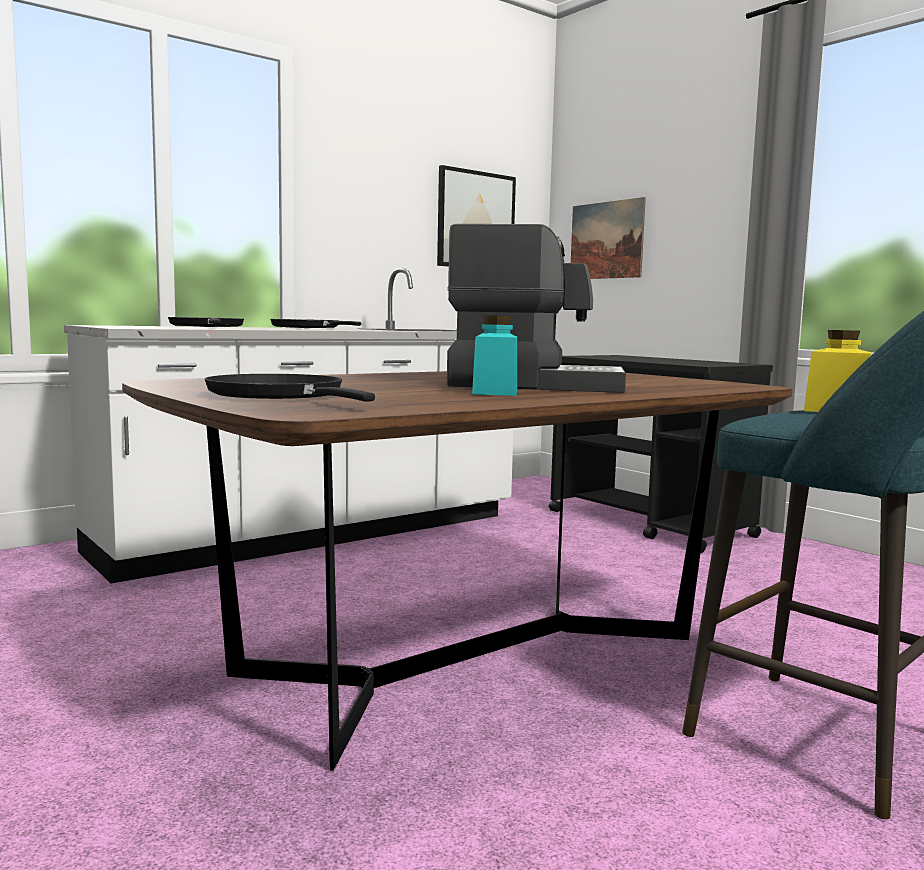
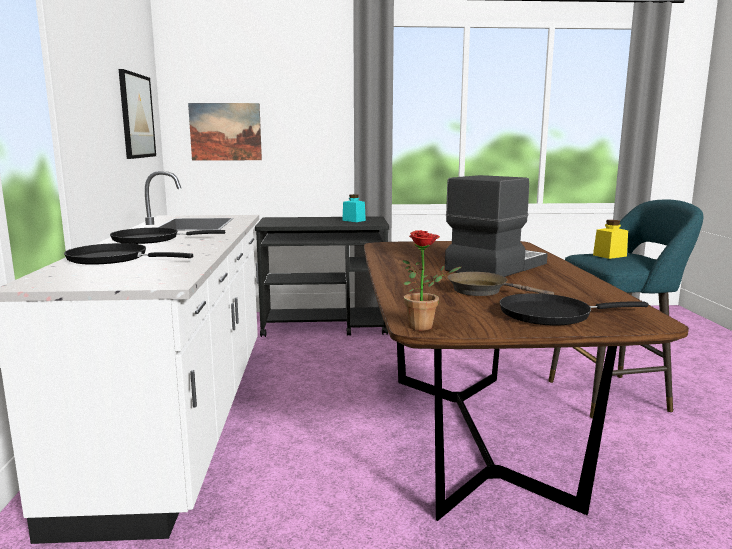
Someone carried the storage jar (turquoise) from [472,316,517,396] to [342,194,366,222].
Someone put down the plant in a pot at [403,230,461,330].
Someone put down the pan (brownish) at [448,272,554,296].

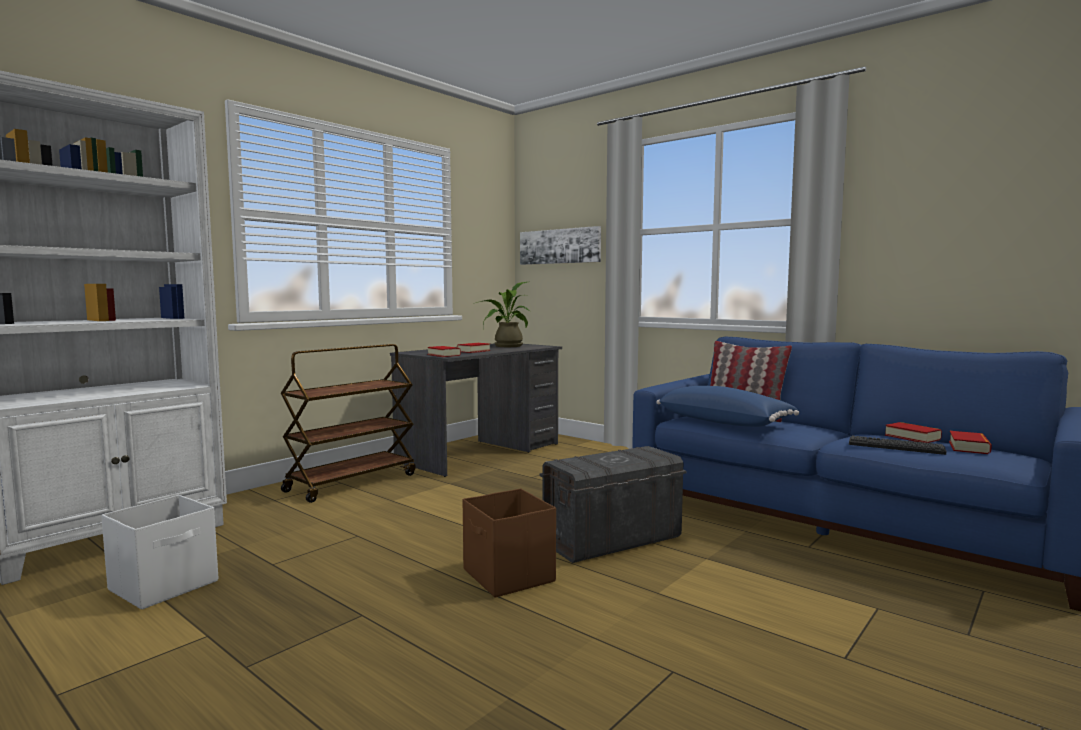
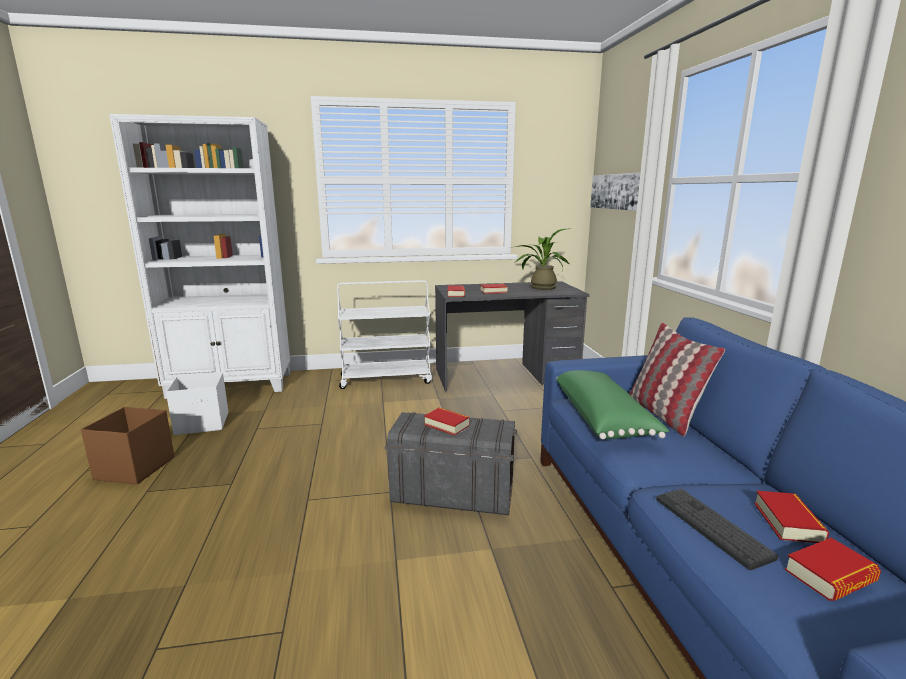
Someone repainted the wheeled cart (brownish) at [281,344,416,503], which became the wheeled cart (white-coloured) at [337,280,432,389].
Someone carried the storage bin (brownish) from [463,488,556,598] to [81,407,174,485].
Someone repainted the pillow (bluish) at [656,386,799,427], which became the pillow (greenish) at [556,370,670,439].
Someone put down the bound book at [424,408,470,436].

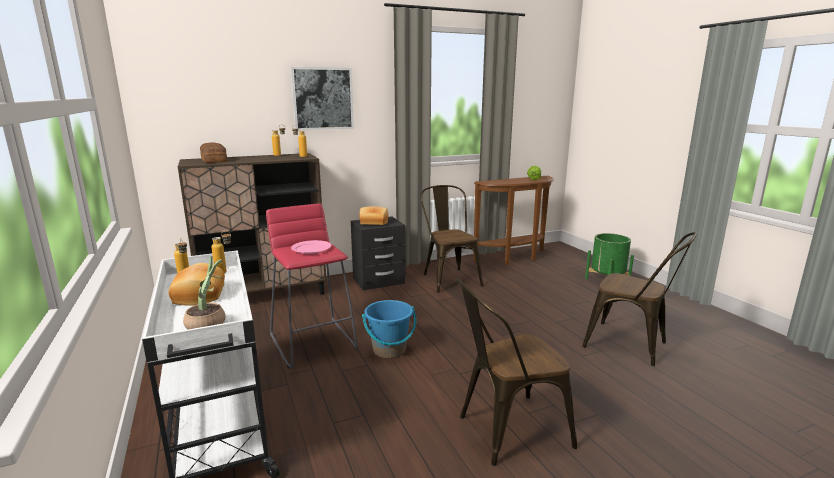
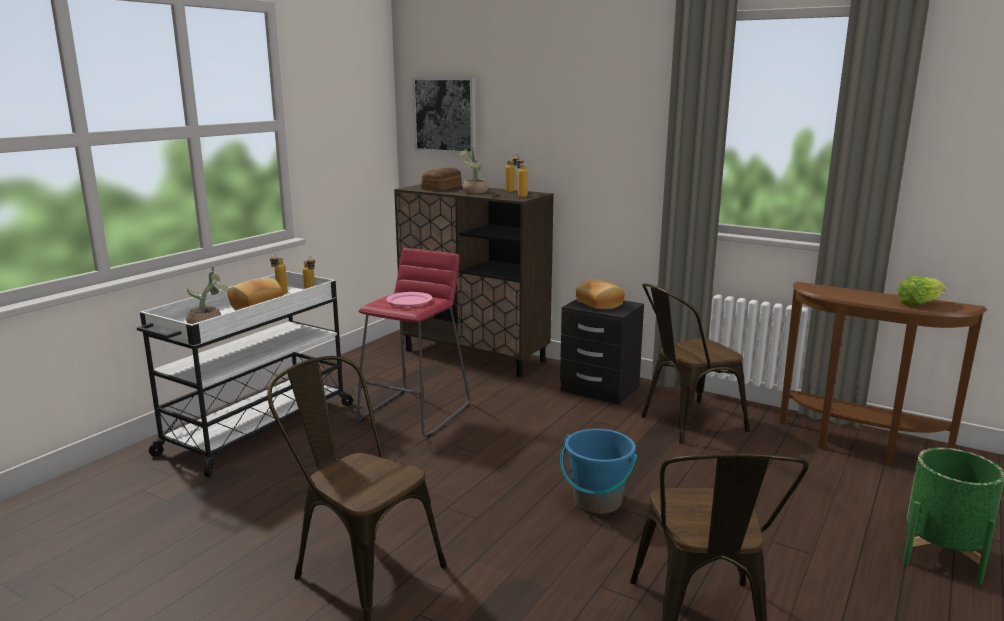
Someone carried the picture from [291,67,354,130] to [412,77,476,154].
Someone carried the pail (bluish) from [362,300,416,358] to [560,429,637,514].
Someone rotated the plain chair (brownish) at [420,185,483,293] by 150 degrees counterclockwise.
Someone put down the plant in a pot at [460,147,489,193].

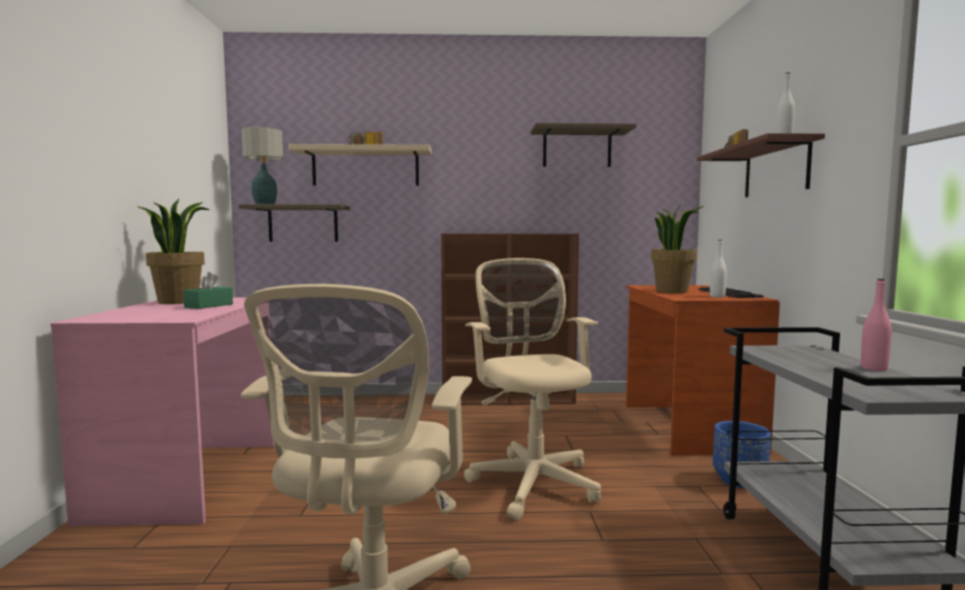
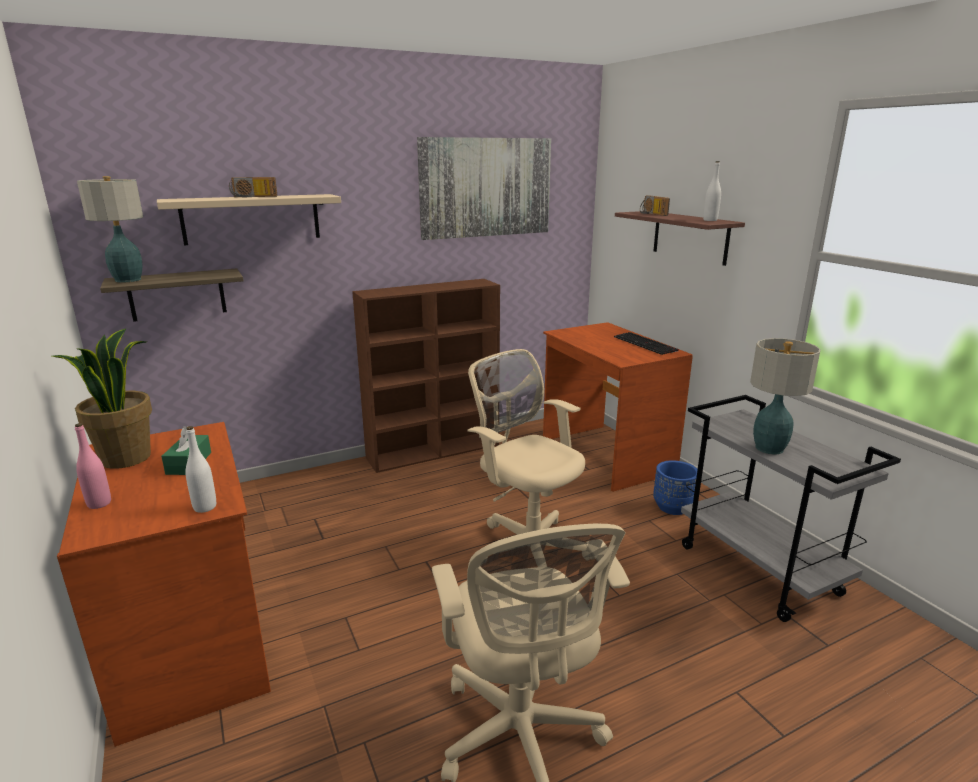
Someone repainted the desk table (pinkish) at [50,297,275,526], which became the desk table (brownish) at [57,422,271,747].
Someone swapped the bracket shelf at [530,123,636,167] for the picture at [417,137,551,240].
Someone took away the plant in a pot at [651,204,704,293].
Someone carried the beverage bottle (white-coloured) from [710,240,727,298] to [185,426,216,513].
Someone carried the beverage bottle (pinkish) from [861,279,892,371] to [75,423,111,509].
Someone put down the lamp for a table at [750,338,821,455].

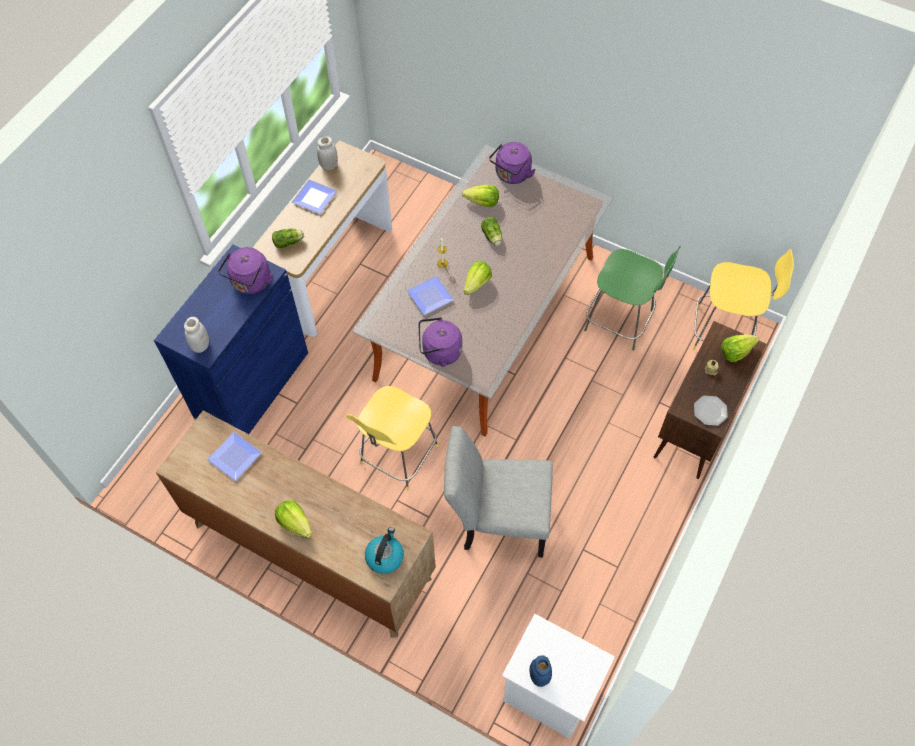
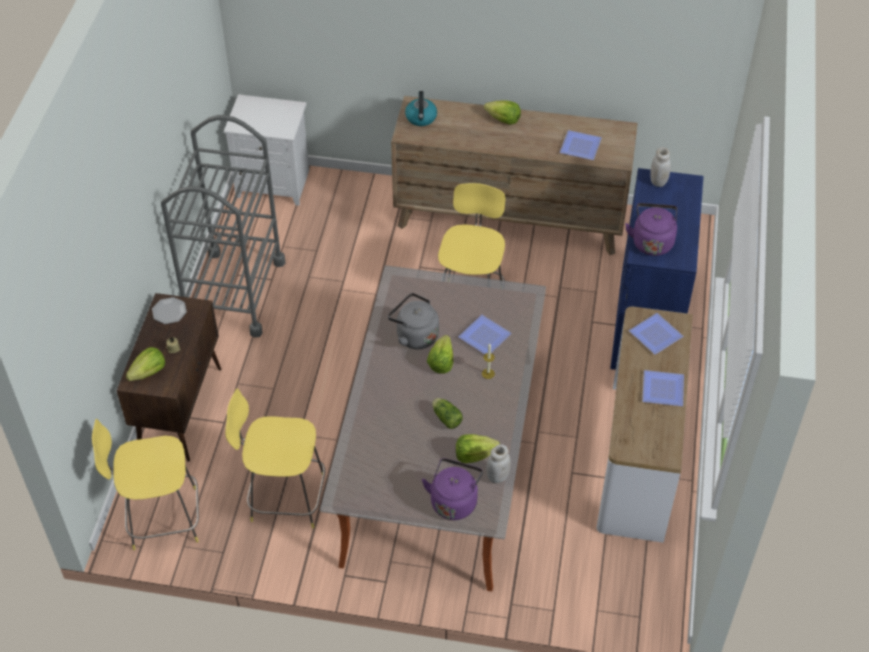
Someone swapped the lettuce at [272,228,304,248] for the plate at [629,313,683,355].
Someone carried the storage jar (white-coloured) from [317,137,338,170] to [486,444,511,483].
Someone took away the tea kettle (purple) at [419,317,462,367].
Someone took away the plain chair (grey) at [444,426,553,558].
Someone took away the storage jar (bluish) at [529,655,552,687].
Someone repainted the sitting stool (greenish) at [584,246,681,351], which became the sitting stool (yellowish) at [225,388,325,529].
Someone put down the wheeled cart (grey) at [161,115,286,337].
Someone put down the tea kettle (grey) at [388,293,439,349].

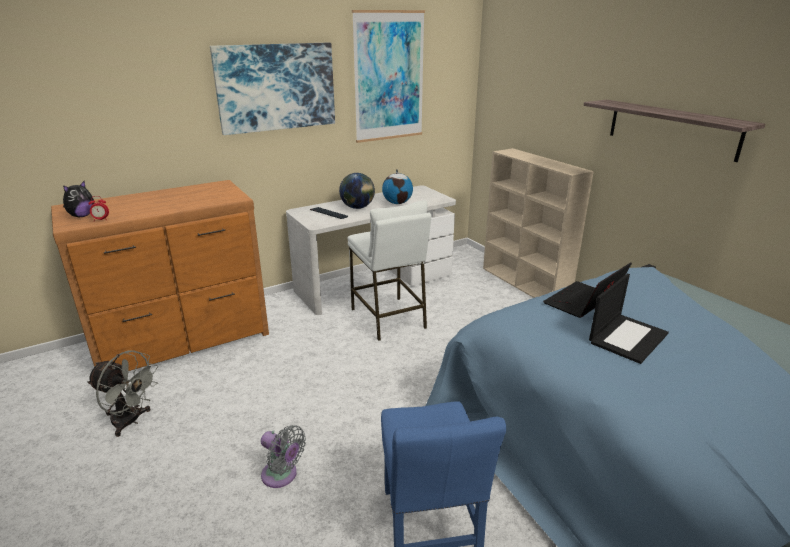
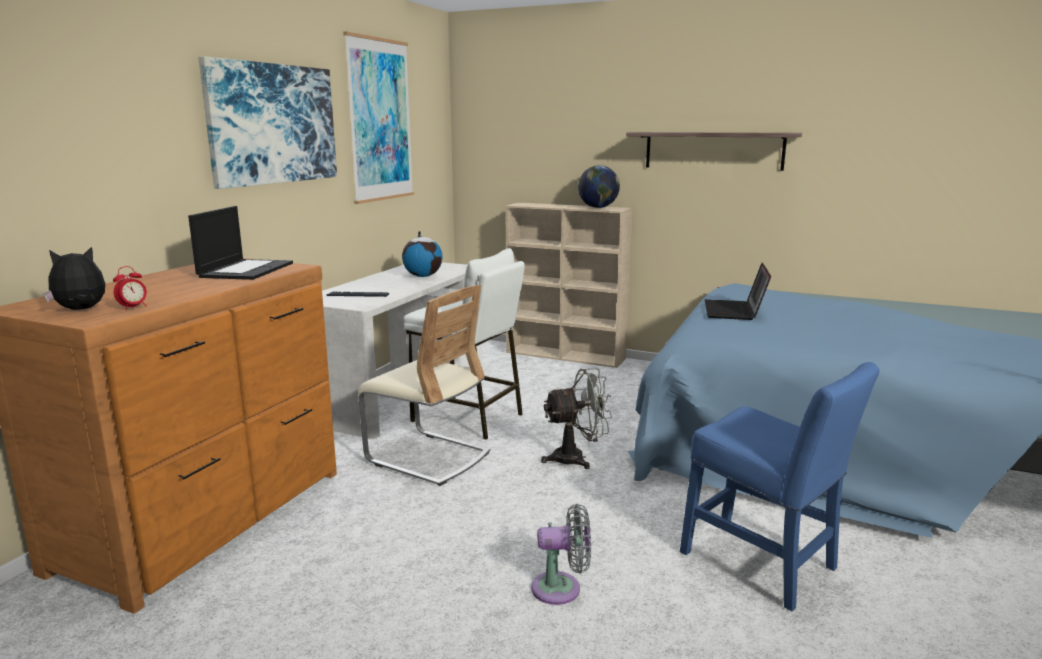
Someone rotated the cuddly toy at [63,181,94,217] by 120 degrees counterclockwise.
Someone carried the fan (grey) from [87,350,158,437] to [541,368,612,469].
Someone carried the desk globe from [339,173,375,209] to [578,165,620,208].
Someone carried the laptop from [589,274,669,364] to [188,206,293,280].
Someone put down the plain chair (beige-coloured) at [357,285,490,486].

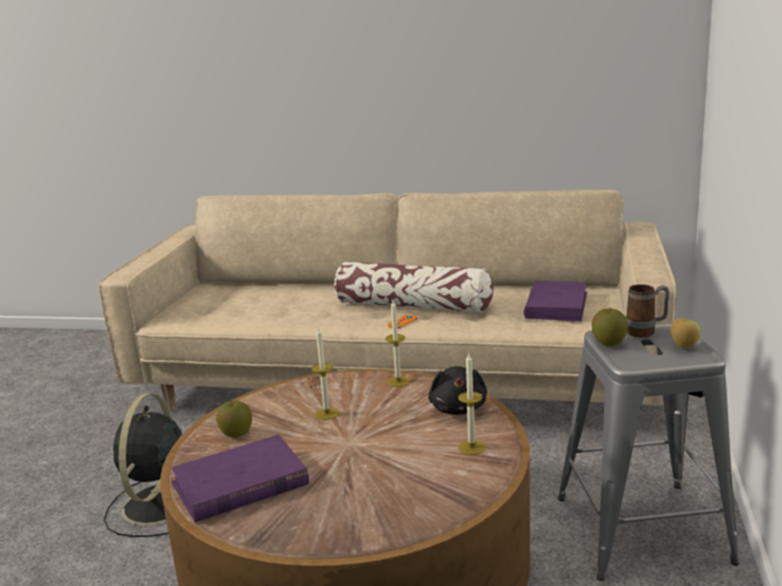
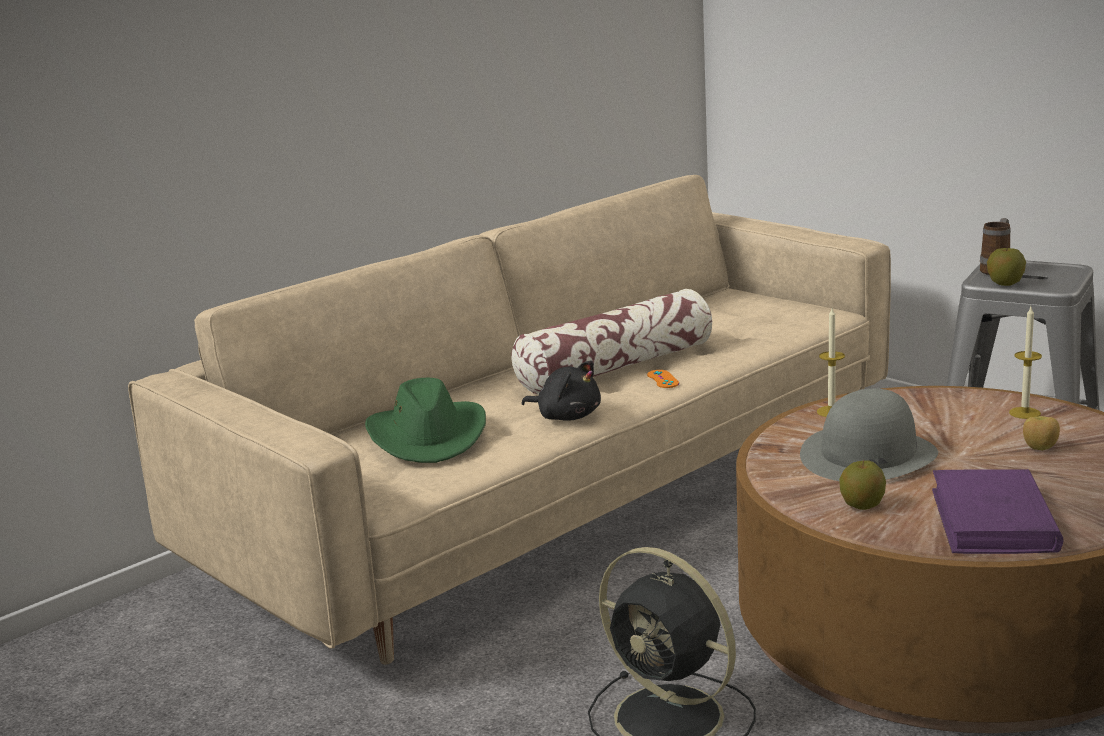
Someone swapped the candle at [312,327,340,420] for the hat (grey) at [800,388,938,481].
Someone carried the cuddly toy (blackish) from [428,366,487,415] to [522,361,601,421].
Someone took away the bound book (purple) at [524,281,587,321].
Someone carried the apple fruit from [671,318,701,348] to [1023,416,1060,450].
Someone put down the hat (greenish) at [365,378,486,463].

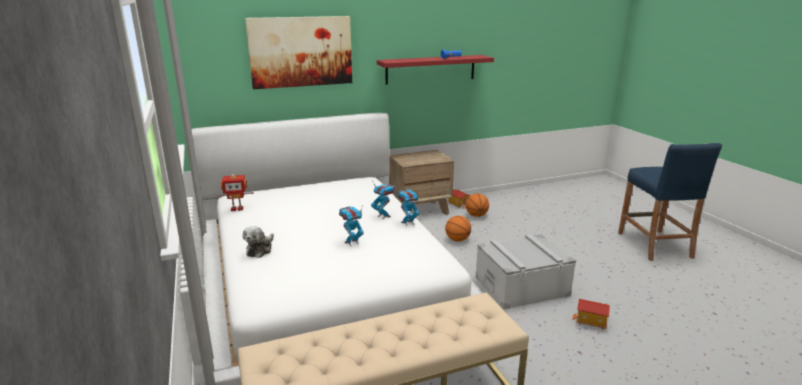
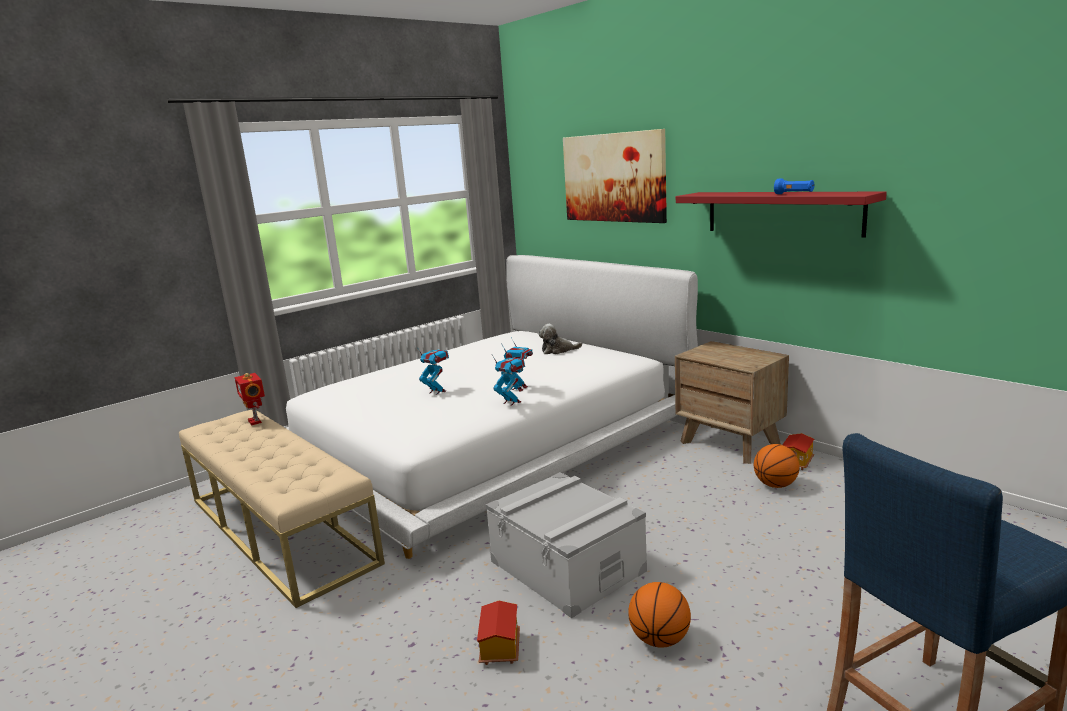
Someone carried the robot figure from [217,174,254,211] to [235,373,265,426].
Someone carried the cuddly toy from [243,226,274,258] to [538,324,582,354].
Someone carried the basketball from [445,216,471,242] to [628,582,691,648].

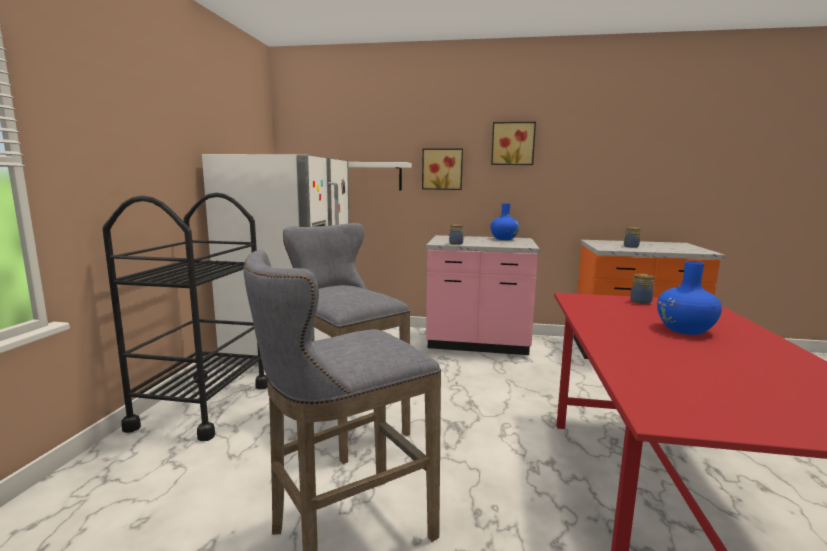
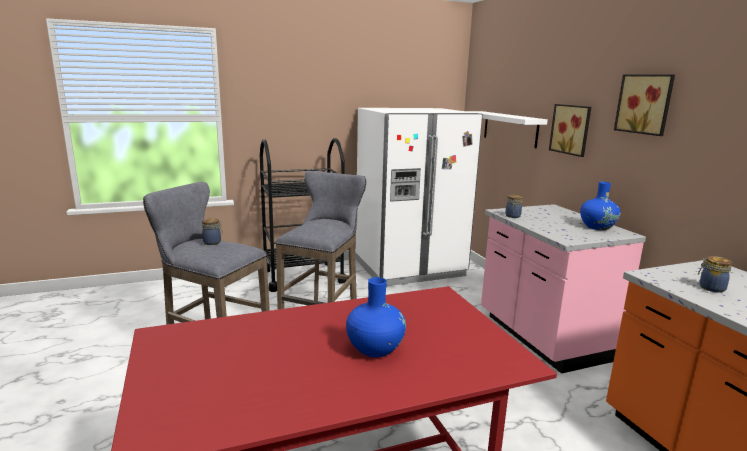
Someone carried the storage jar from [630,274,654,304] to [202,218,223,245].

